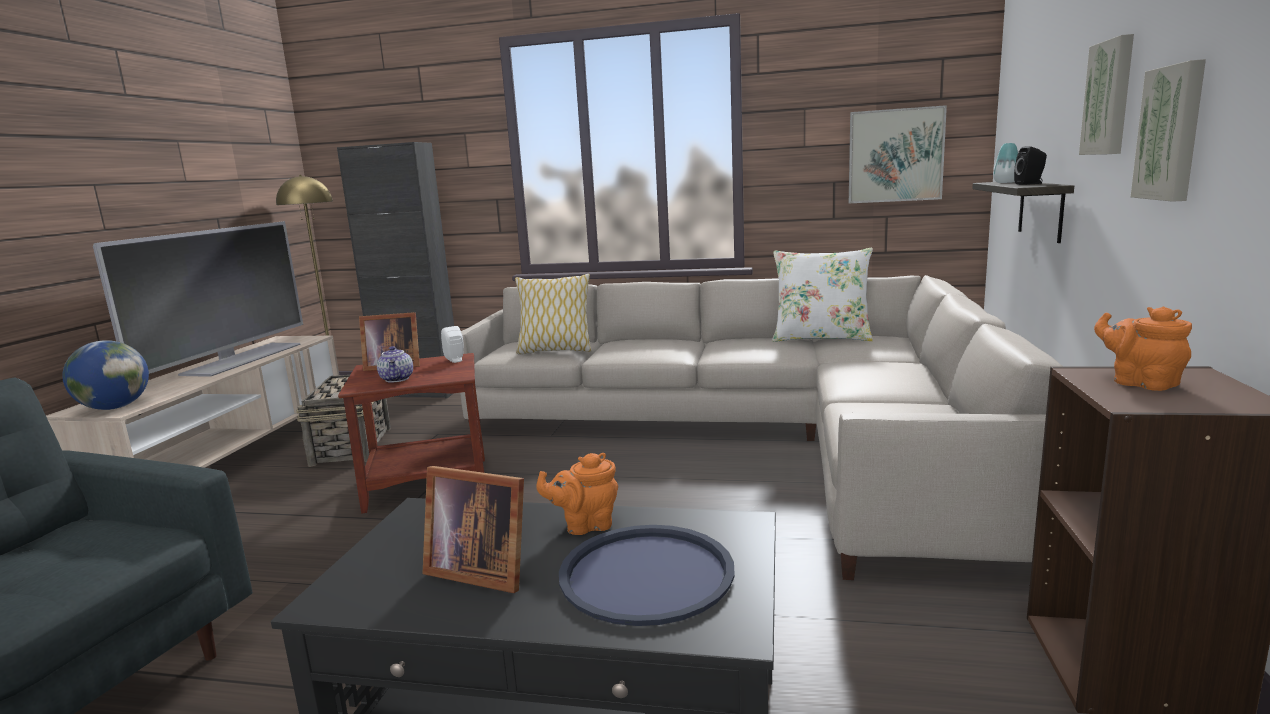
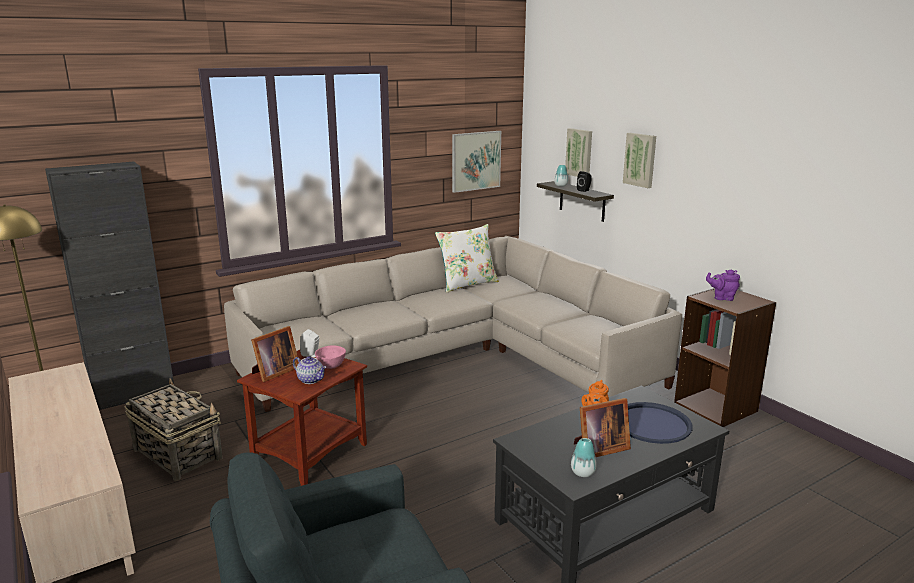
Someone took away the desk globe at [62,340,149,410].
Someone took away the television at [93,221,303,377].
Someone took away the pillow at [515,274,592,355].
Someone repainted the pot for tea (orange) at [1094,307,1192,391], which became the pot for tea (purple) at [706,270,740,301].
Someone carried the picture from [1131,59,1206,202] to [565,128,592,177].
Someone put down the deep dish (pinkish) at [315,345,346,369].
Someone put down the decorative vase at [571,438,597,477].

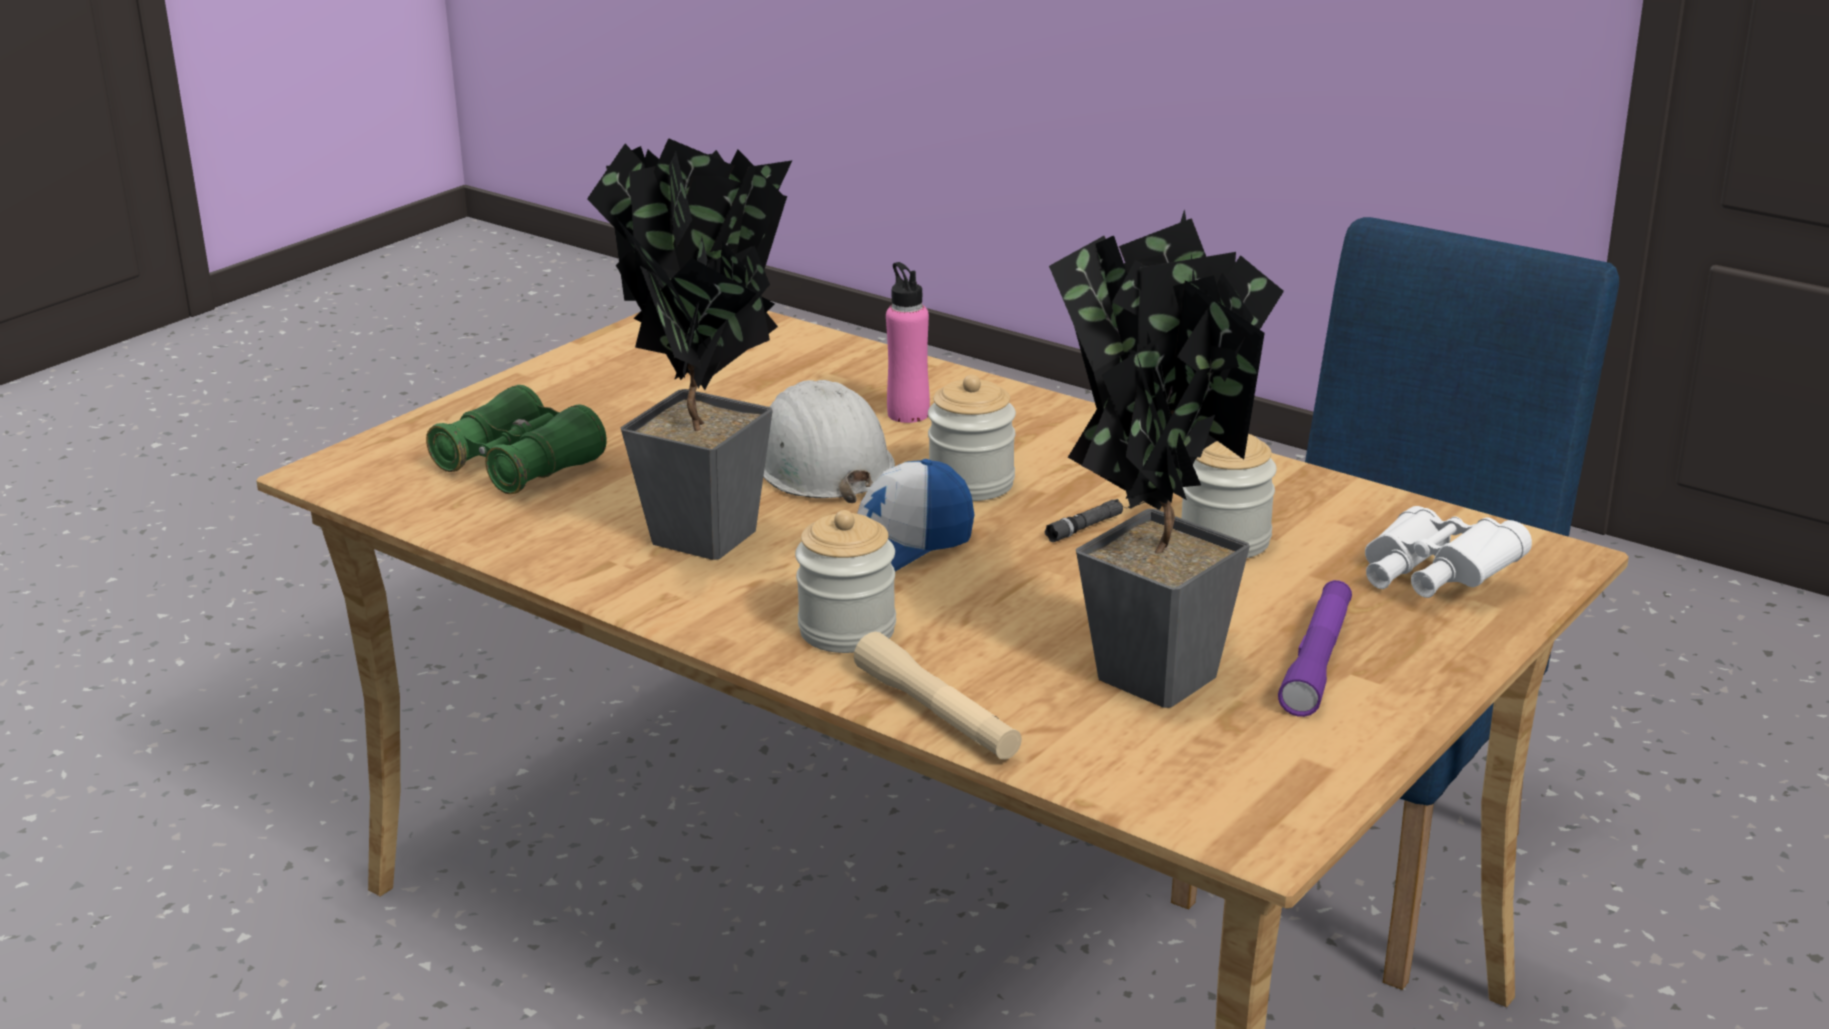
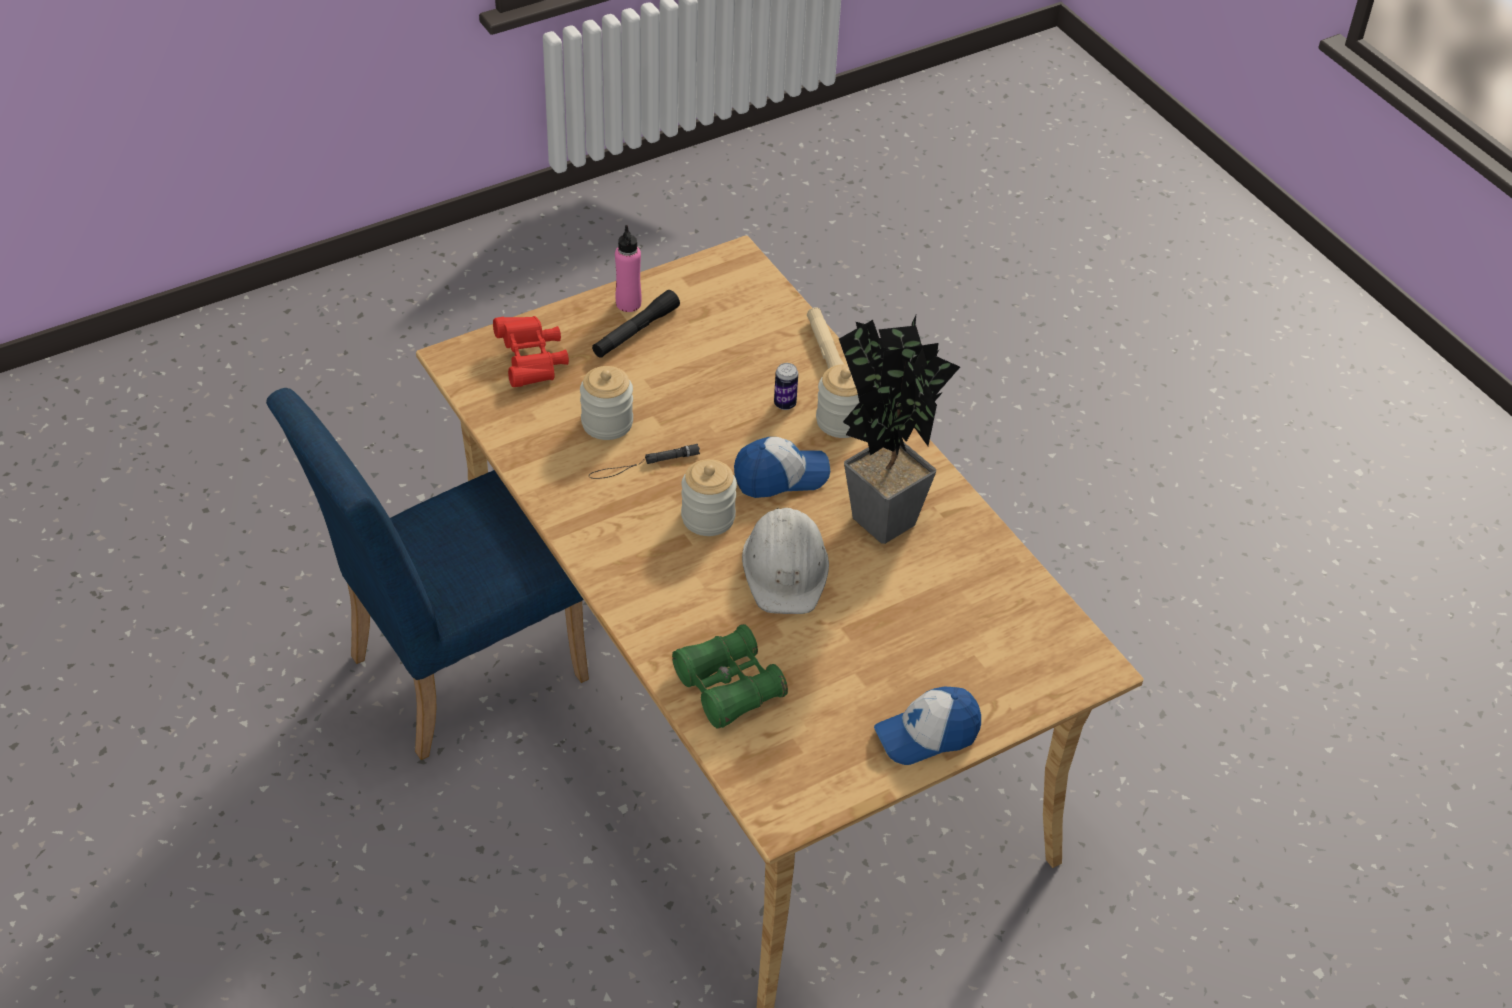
Someone carried the pair of binoculars (greenish) from [426,385,607,494] to [672,624,788,729].
Someone carried the beverage bottle (pinkish) from [886,262,930,423] to [615,225,642,312].
Someone took away the plant in a pot at [1049,209,1284,708].
Someone repainted the flashlight (purple) at [1278,580,1352,717], which became the flashlight (blackish) at [592,290,680,358].
Someone repainted the pair of binoculars (white-coloured) at [1365,506,1532,598], which became the pair of binoculars (red-coloured) at [493,316,569,387].
Someone put down the sealed can at [774,363,798,410].
Someone put down the cap at [874,687,981,765].

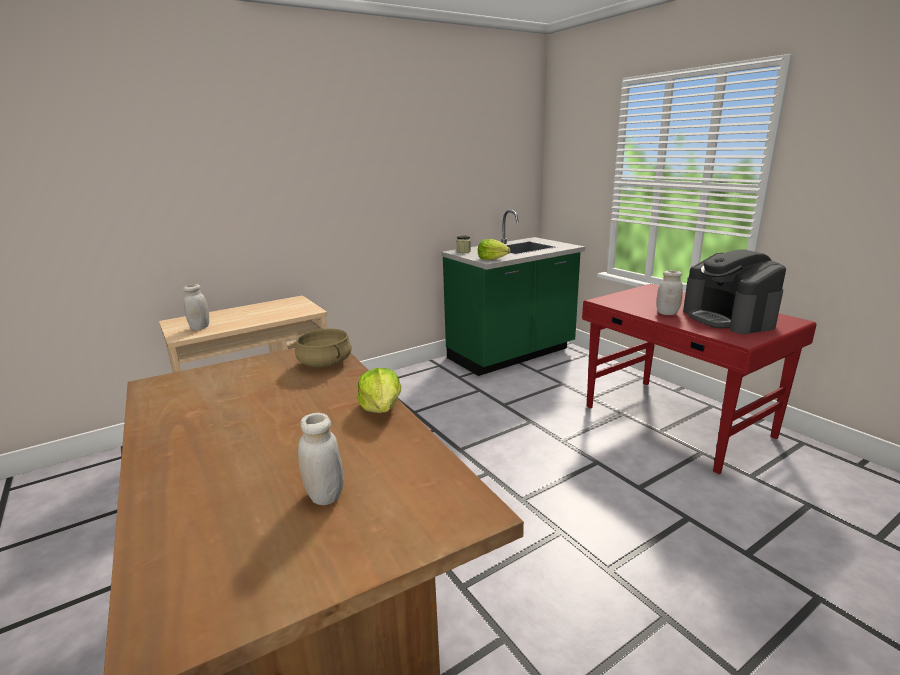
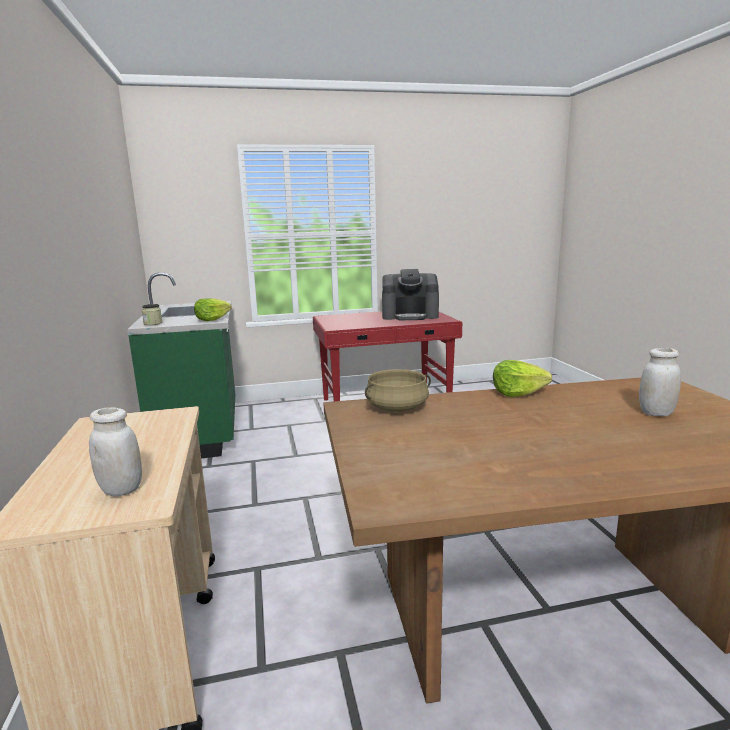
Someone took away the storage jar (white-coloured) at [657,270,683,315].

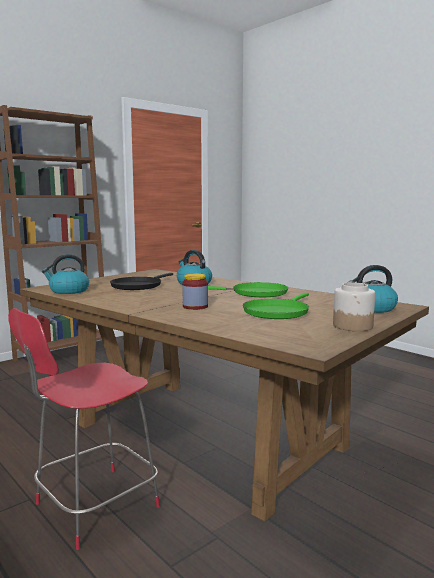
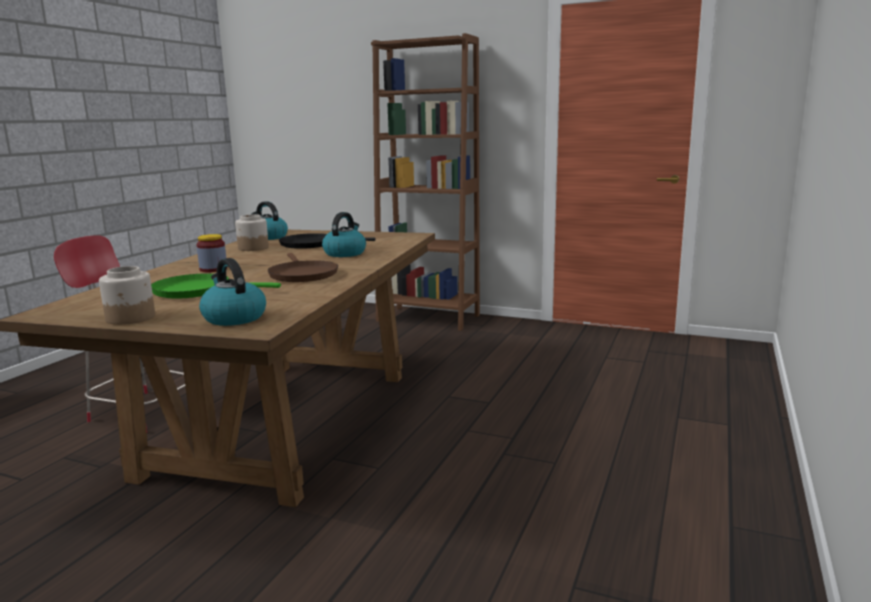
Someone repainted the pan (greenish) at [208,282,288,297], which became the pan (brownish) at [268,253,338,282].
Someone put down the storage jar at [235,214,269,251].

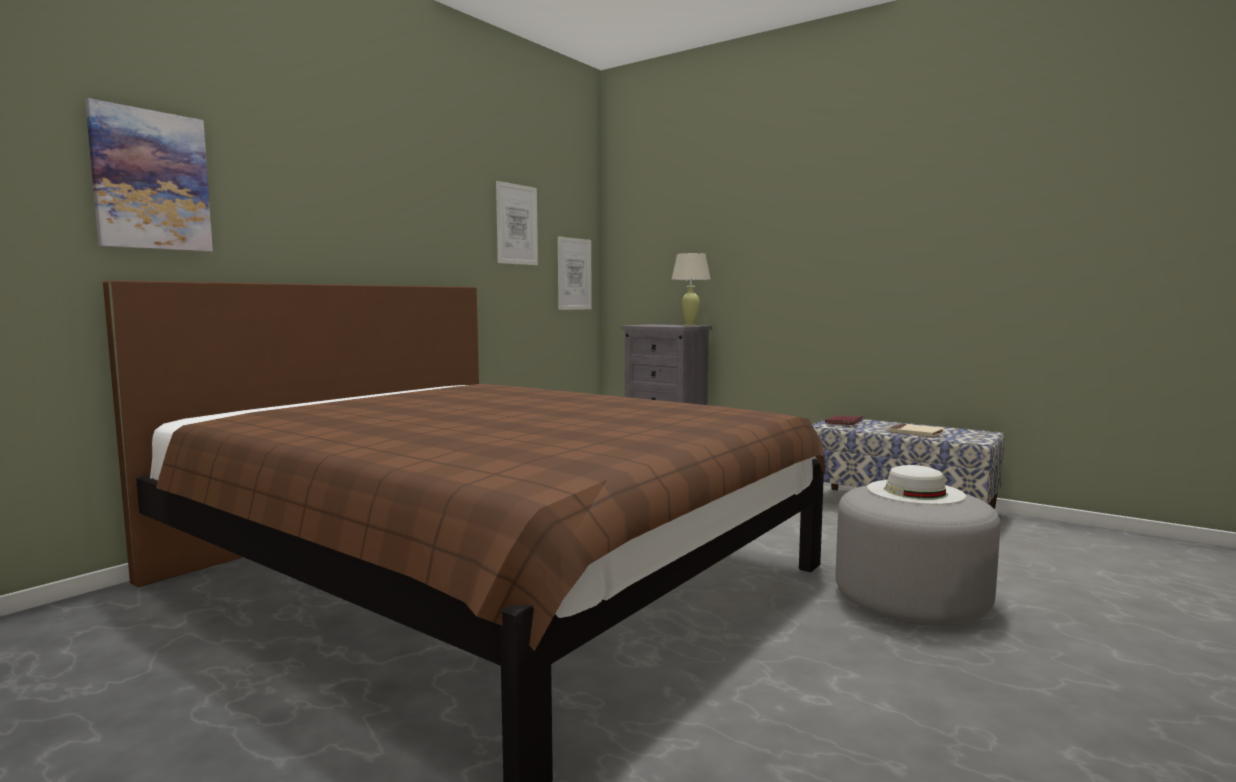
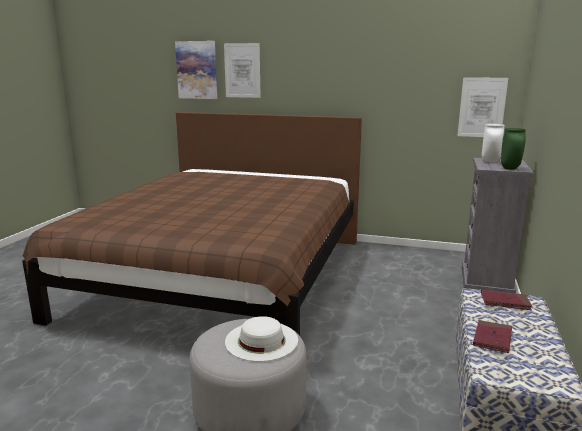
Someone carried the picture from [496,181,538,265] to [224,43,261,98].
Someone swapped the lamp for a table (beige-coloured) at [671,253,711,326] for the decorative vase (greenish) at [501,128,526,170].
Someone repainted the bound book (beige-coloured) at [889,424,945,437], which became the bound book (red-coloured) at [473,320,512,353].
Someone put down the decorative vase (white-coloured) at [482,124,505,163].

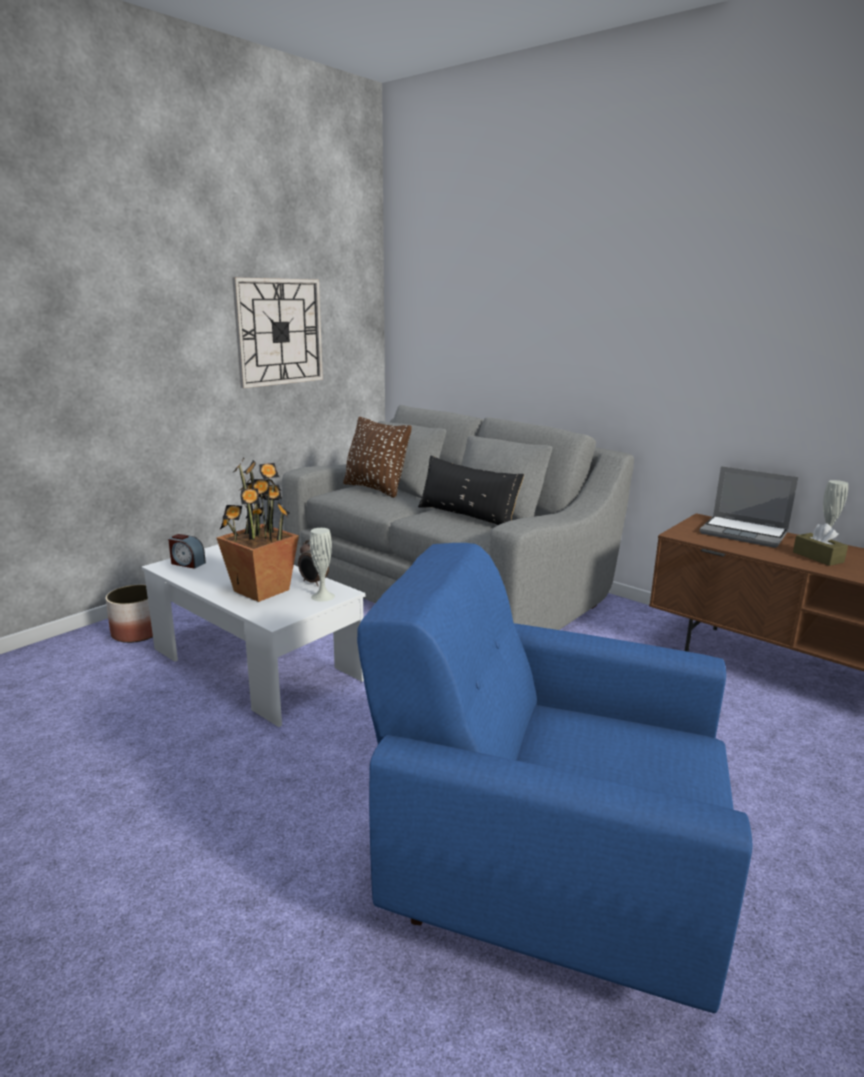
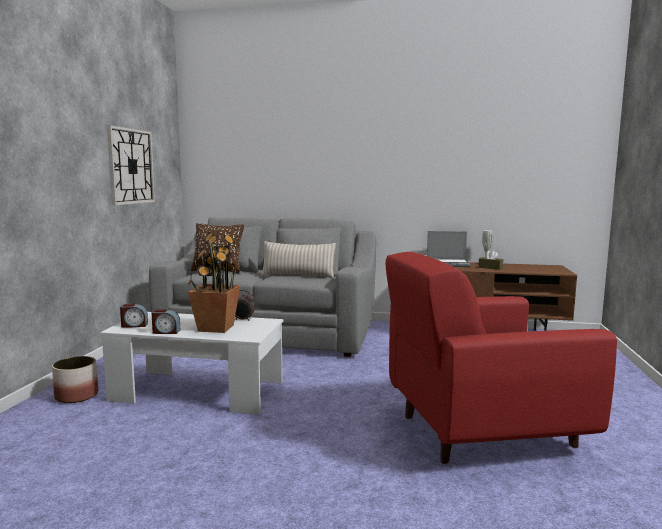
Someone took away the decorative vase (white-coloured) at [310,528,335,602].
Someone repainted the easy chair (bluish) at [357,543,752,1013], which became the easy chair (red-coloured) at [386,252,617,464].
Someone repainted the pillow (blackish) at [418,456,524,526], which became the pillow (beige-coloured) at [261,241,336,278].
Someone put down the table clock at [152,309,180,334].

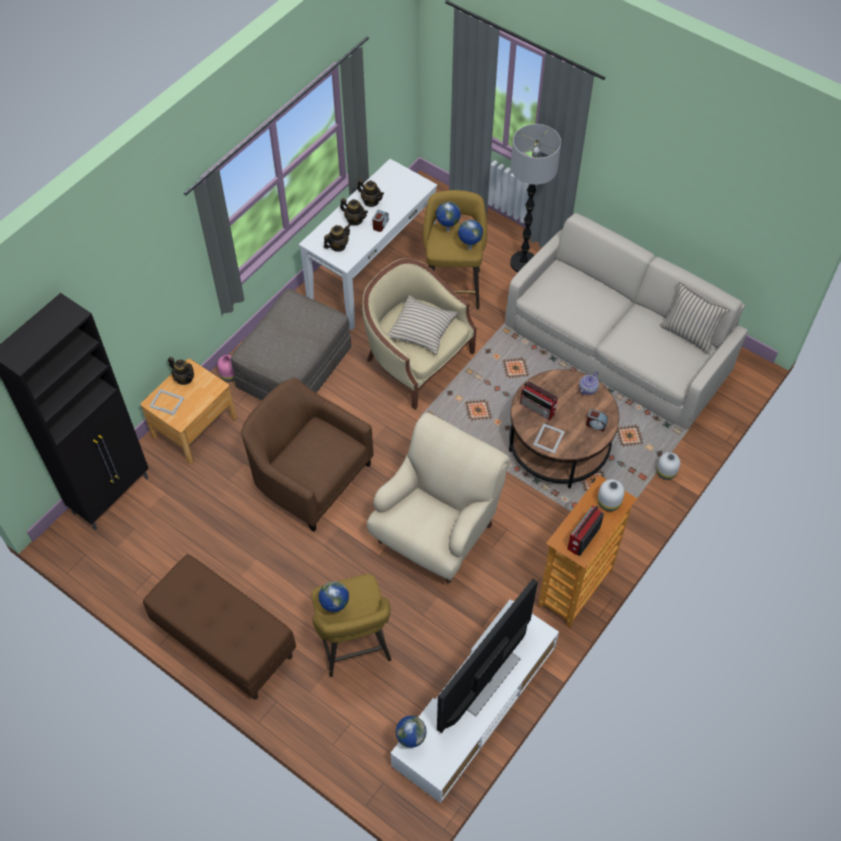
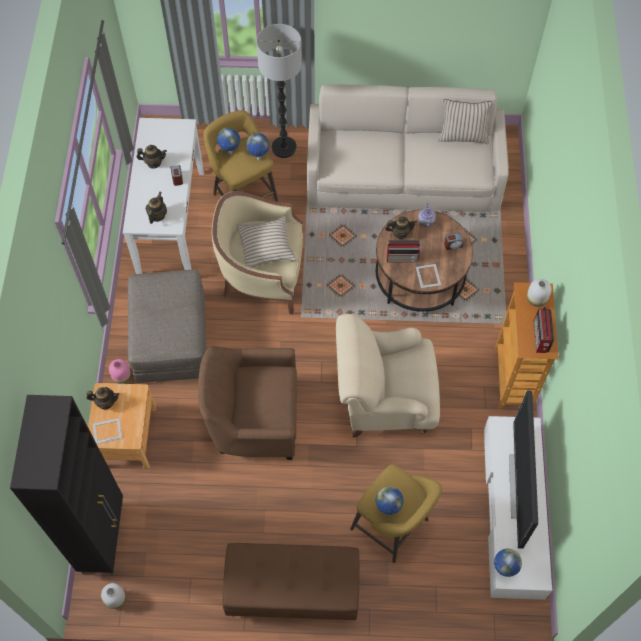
Someone carried the pot for tea from [340,198,368,226] to [385,216,417,239].
Someone rotated the easy chair (beige-coloured) at [367,413,510,584] by 90 degrees counterclockwise.
Someone carried the decorative vase (white-coloured) from [656,452,680,480] to [101,583,126,609].

